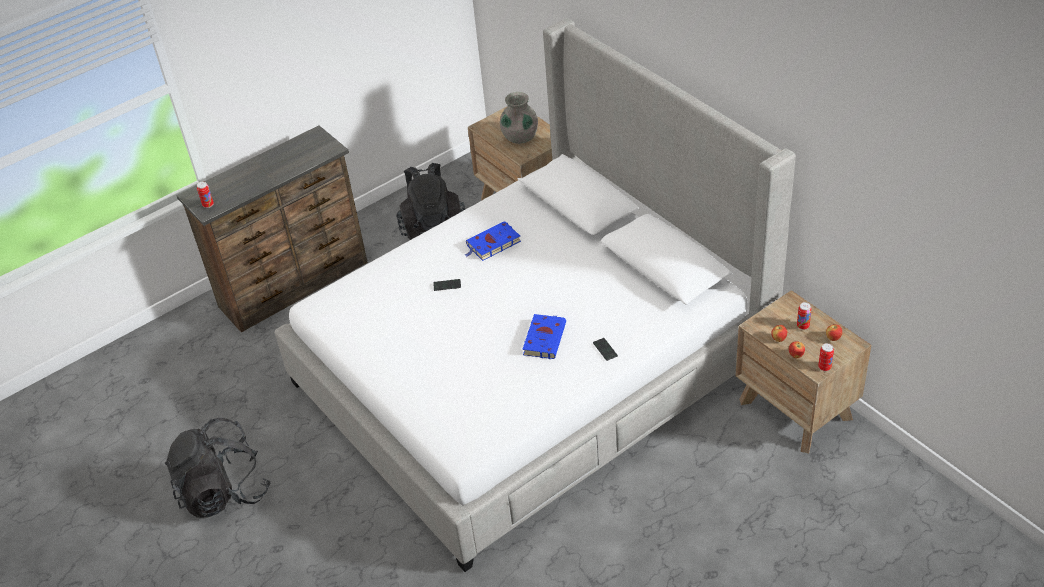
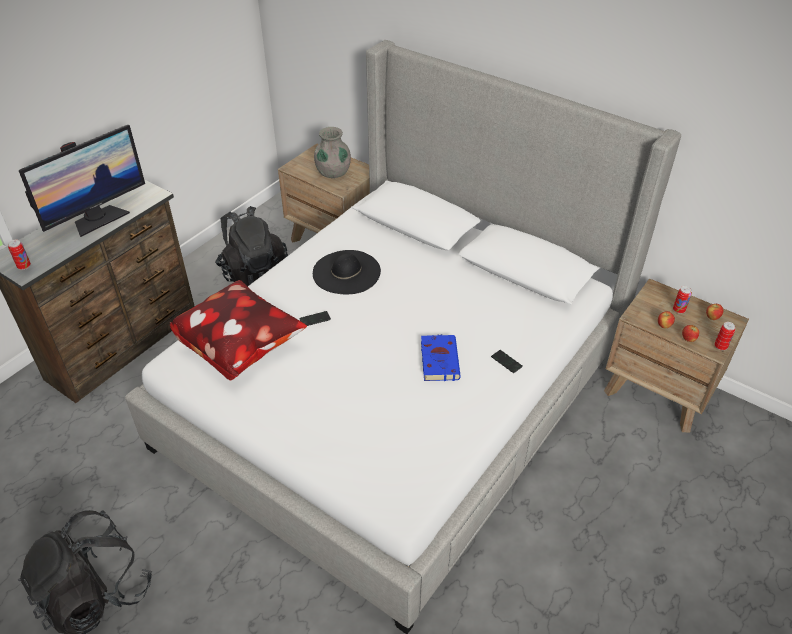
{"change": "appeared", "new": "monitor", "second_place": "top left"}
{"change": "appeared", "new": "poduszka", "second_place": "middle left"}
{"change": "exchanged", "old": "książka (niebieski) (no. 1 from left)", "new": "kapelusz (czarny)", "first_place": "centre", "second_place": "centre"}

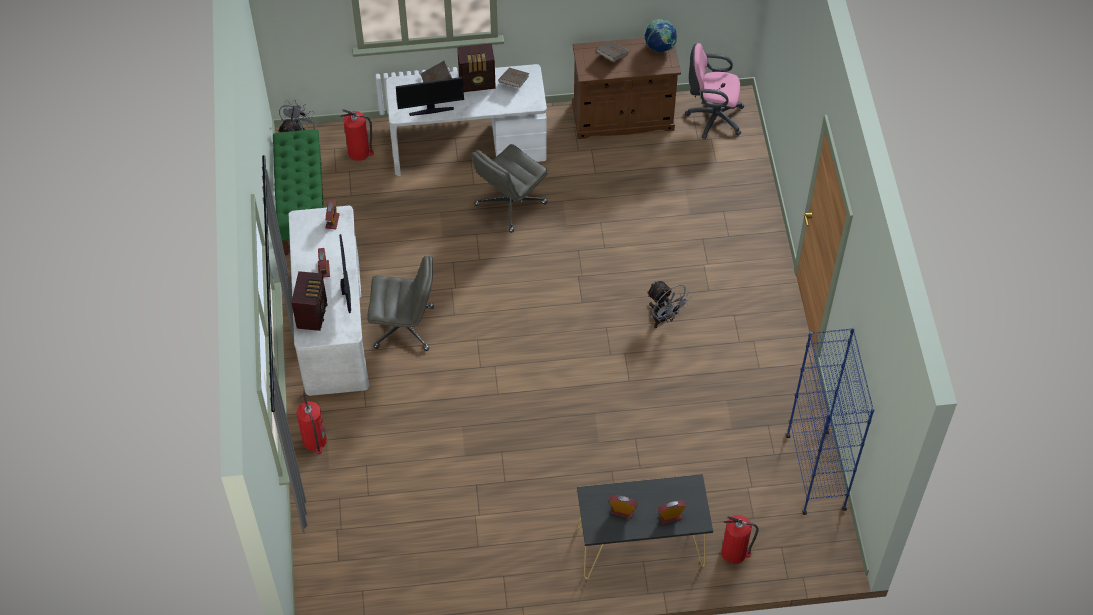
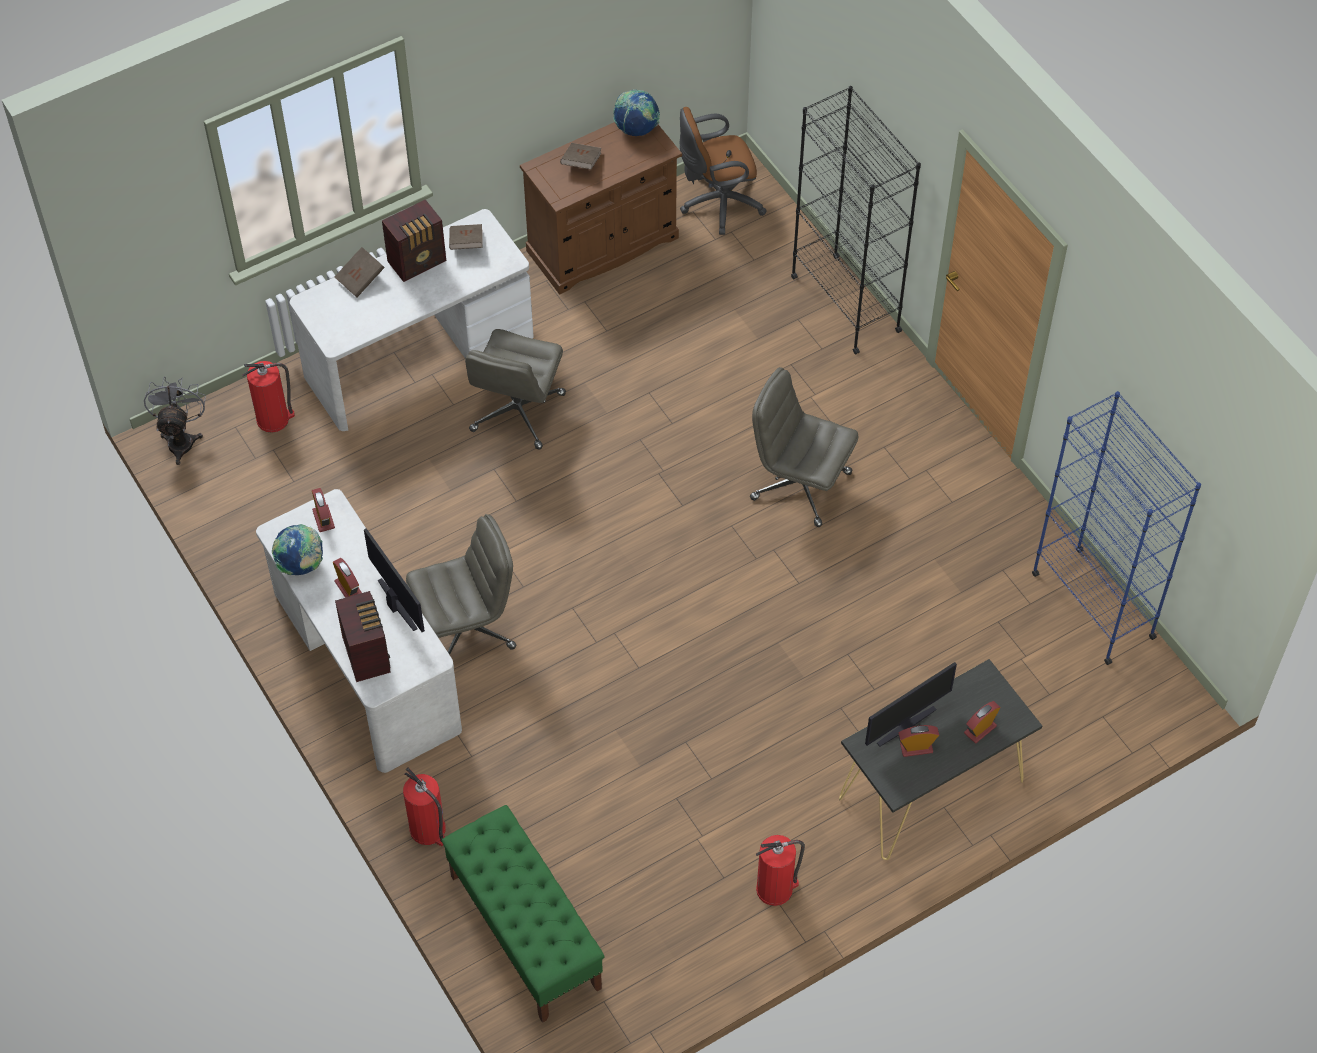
{"change": "appeared", "new": "globus (no. 1 from left)", "second_place": "middle left"}
{"change": "appeared", "new": "regał (czarny)", "second_place": "top centre"}
{"change": "relocated", "old": "ławka (zielony)", "first_place": "top left", "second_place": "bottom centre"}
{"change": "relocated", "old": "monitor (no. 2 from left)", "first_place": "top centre", "second_place": "bottom right"}
{"change": "relocated", "old": "gaśnica (no. 3 from left)", "first_place": "bottom right", "second_place": "bottom centre"}
{"change": "exchanged", "old": "wentylator (szary) (no. 2 from left)", "new": "krzesło biurowe (szary) (no. 3 from left)", "first_place": "centre", "second_place": "centre"}
{"change": "colour", "old": "krzesło biurowe (różowy)", "new": "krzesło biurowe (brązowy)", "first_place": "top centre", "second_place": "top centre"}

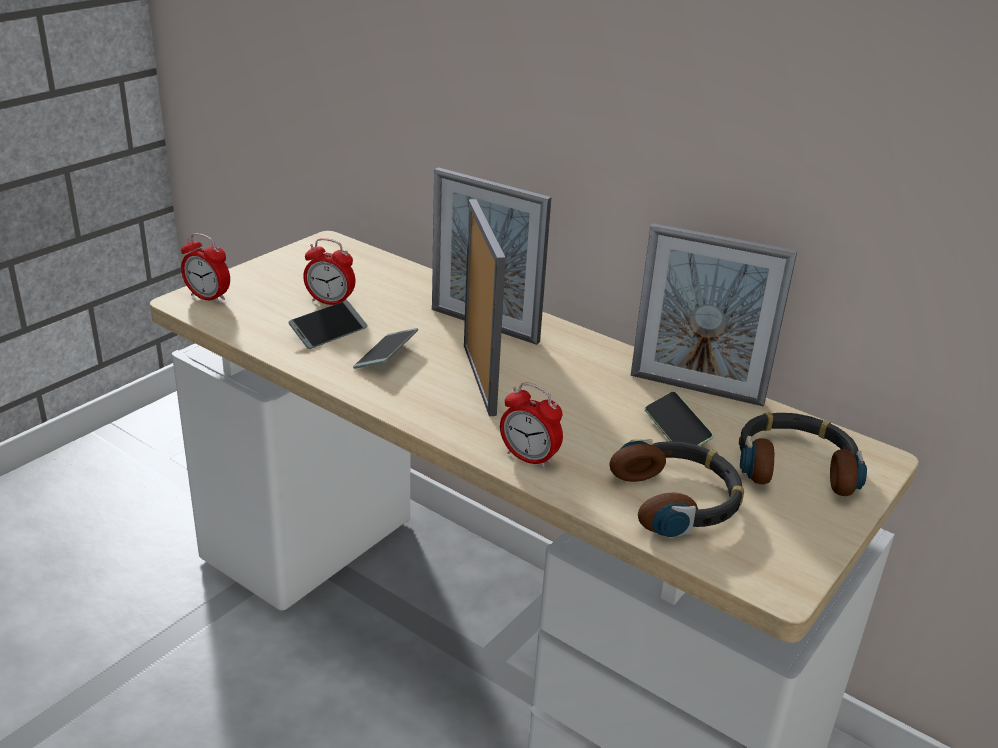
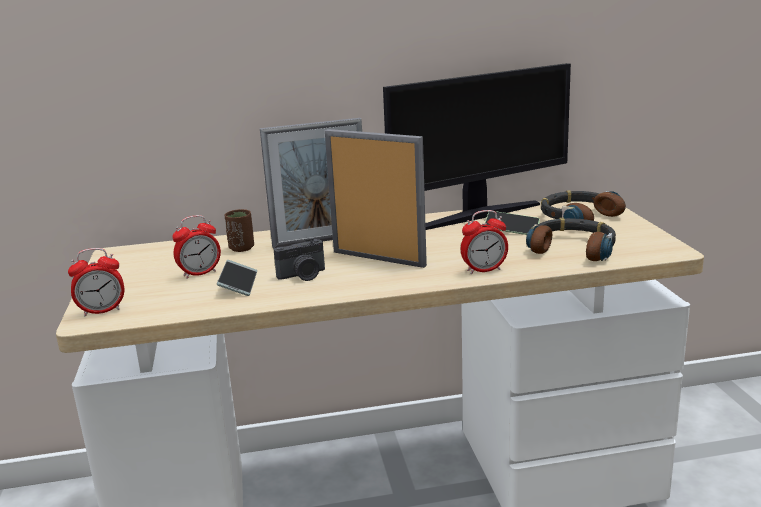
{"change": "appeared", "new": "filiżanka (brązowy)", "second_place": "middle left"}
{"change": "exchanged", "old": "telefon (no. 2 from left)", "new": "aparat fotograficzny", "first_place": "centre", "second_place": "centre"}
{"change": "exchanged", "old": "ramka na zdjęcie (no. 3 from left)", "new": "monitor", "first_place": "middle right", "second_place": "top centre"}

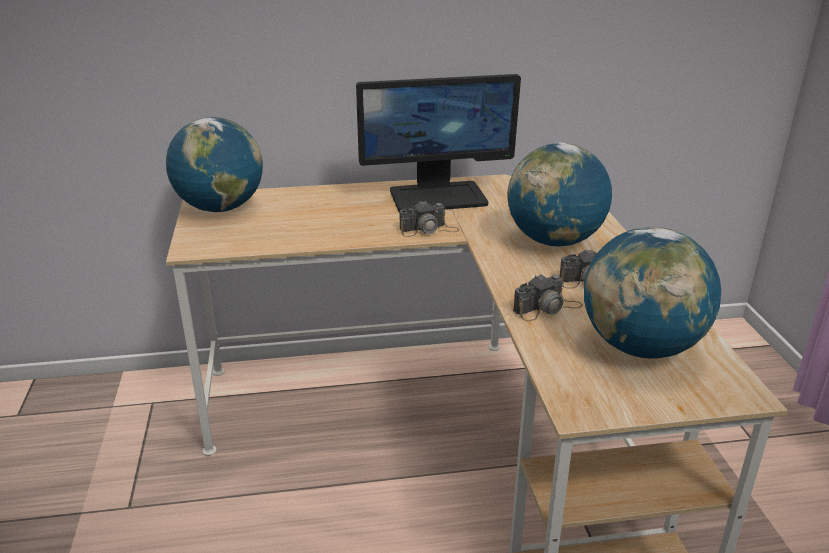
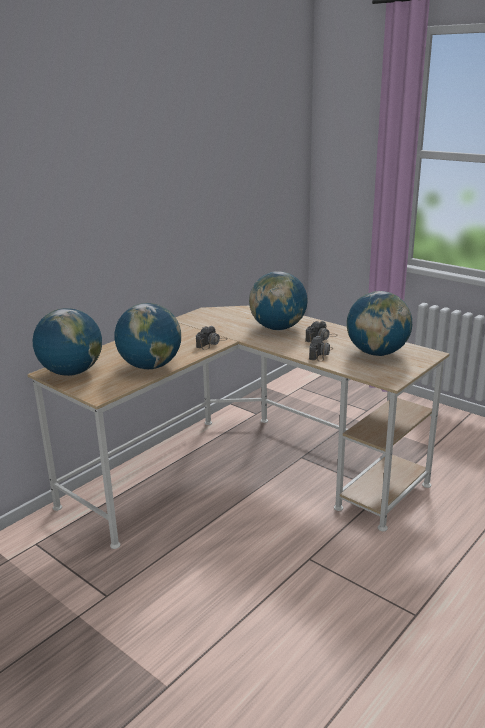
{"change": "missing", "old": "monitor", "first_place": "top centre"}
{"change": "appeared", "new": "globus (no. 2 from left)", "second_place": "middle left"}

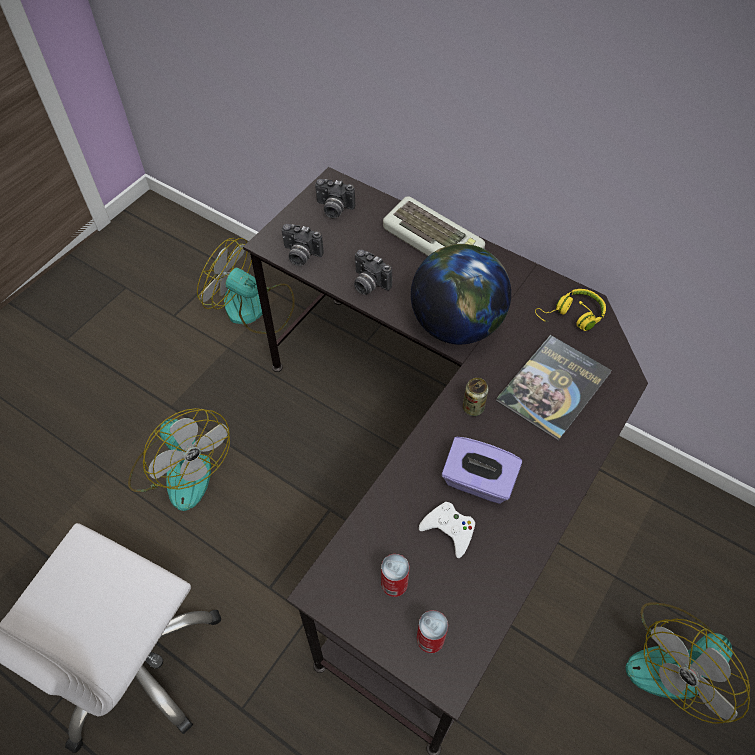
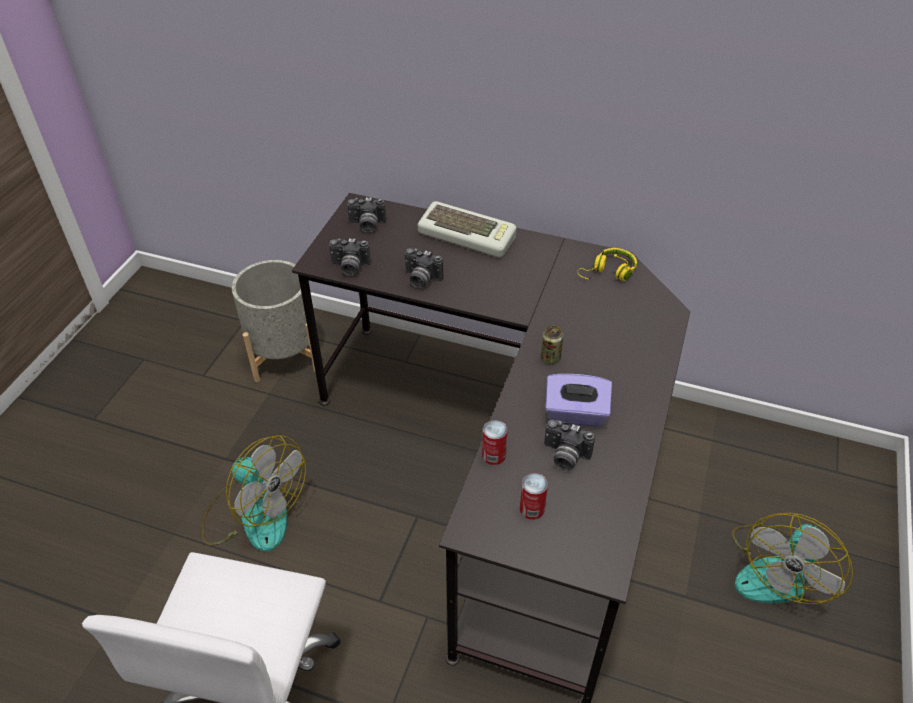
{"change": "missing", "old": "globus", "first_place": "centre"}
{"change": "missing", "old": "książka", "first_place": "middle right"}
{"change": "relocated", "old": "puszka (no. 2 from left in the first image)", "new": "puszka (no. 1 from left)", "first_place": "bottom centre", "second_place": "centre"}
{"change": "exchanged", "old": "wentylator (no. 2 from left)", "new": "donica (szary)", "first_place": "middle left", "second_place": "middle left"}
{"change": "exchanged", "old": "pad do gier (biały)", "new": "aparat fotograficzny (no. 4 from left)", "first_place": "bottom centre", "second_place": "centre"}

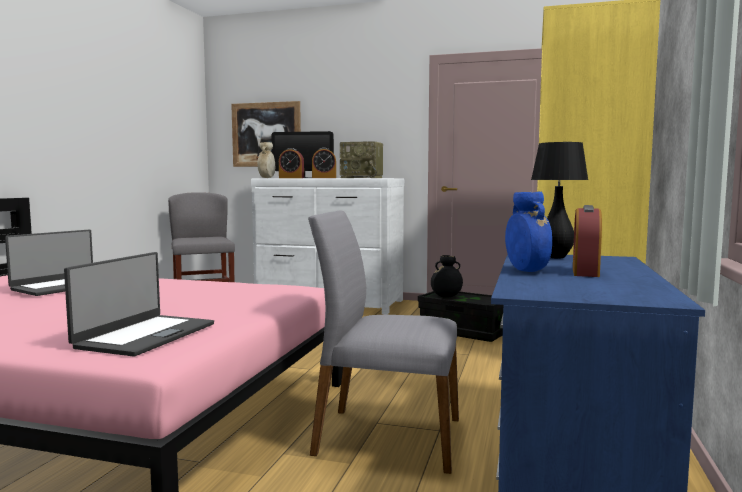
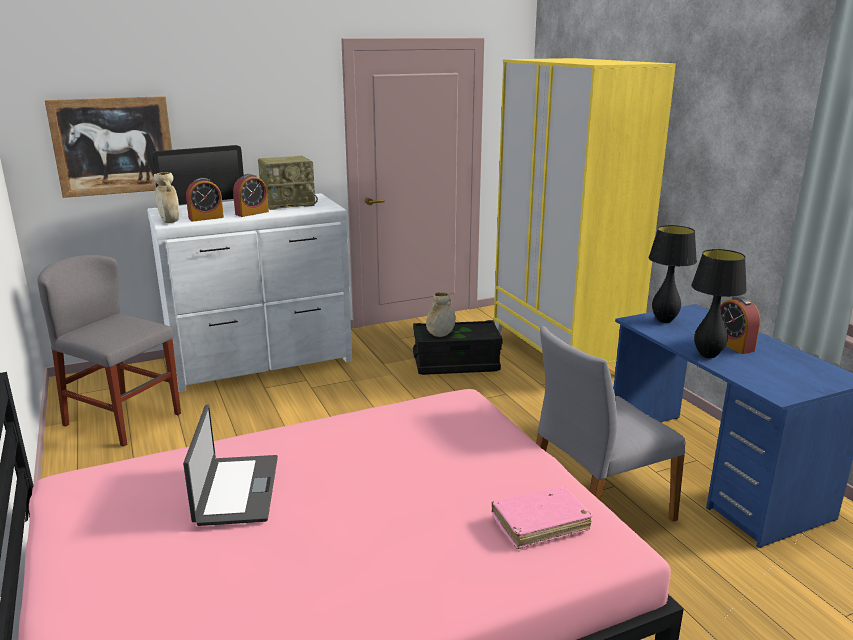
{"change": "exchanged", "old": "laptop (no. 2 from left)", "new": "książka (różowy)", "first_place": "middle left", "second_place": "bottom centre"}
{"change": "exchanged", "old": "wazon (niebieski)", "new": "lampa stołowa (czarny) (no. 2 from left)", "first_place": "middle right", "second_place": "middle right"}
{"change": "colour", "old": "wazon (czarny)", "new": "wazon (beżowy) (no. 2 from left)", "first_place": "centre", "second_place": "centre"}

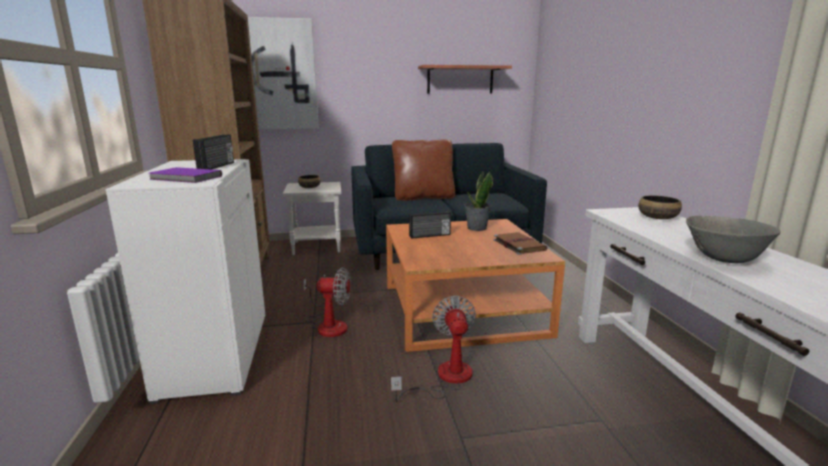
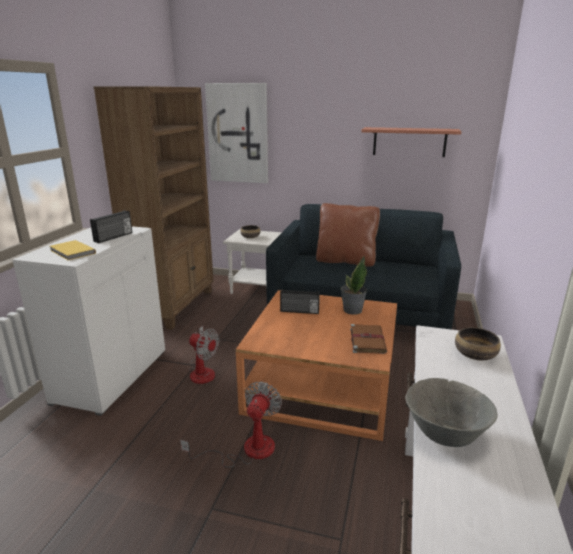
{"change": "colour", "old": "książka (fioletowy)", "new": "książka (żółty)", "first_place": "middle left", "second_place": "middle left"}

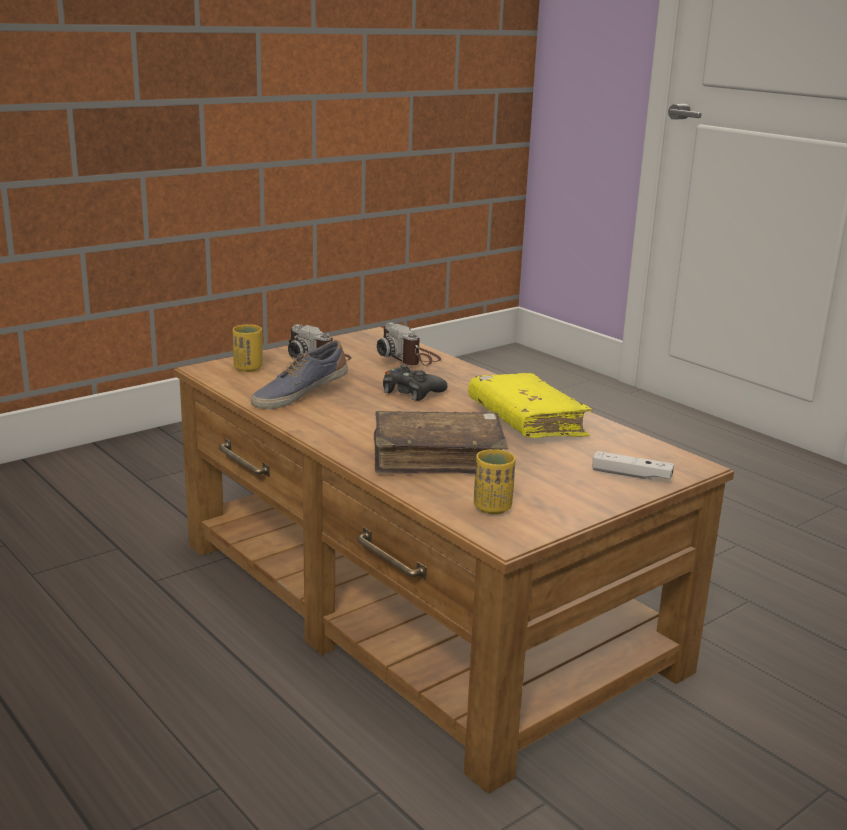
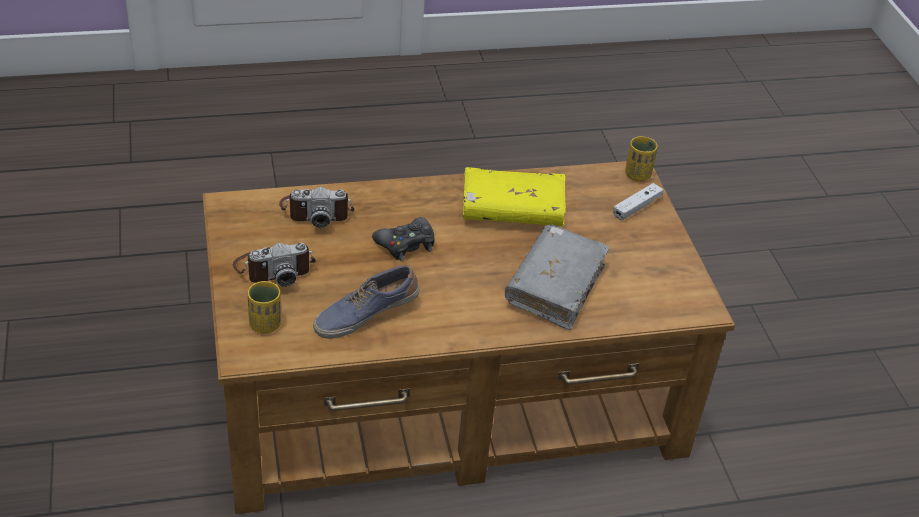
{"change": "relocated", "old": "filiżanka (żółty) (no. 2 from left)", "first_place": "centre", "second_place": "top right"}
{"change": "colour", "old": "książka (brązowy)", "new": "książka (szary)", "first_place": "centre", "second_place": "centre"}
{"change": "spun", "old": "but", "first_place": "centre", "second_place": "centre", "degrees": 75}

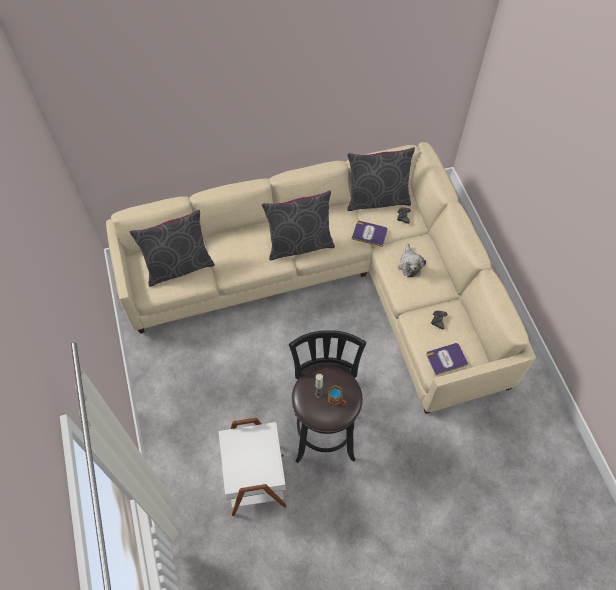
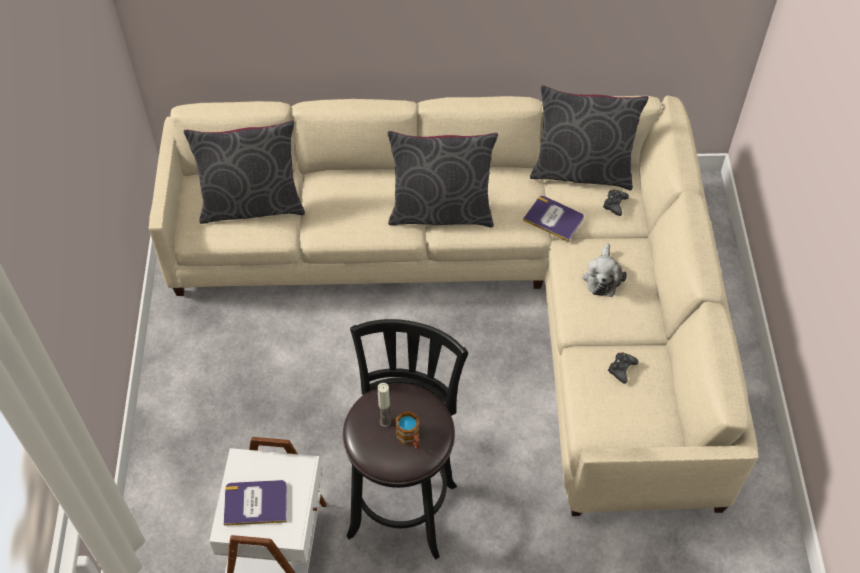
{"change": "relocated", "old": "książka (no. 2 from left in the first image)", "new": "książka (no. 1 from left)", "first_place": "middle right", "second_place": "bottom left"}

